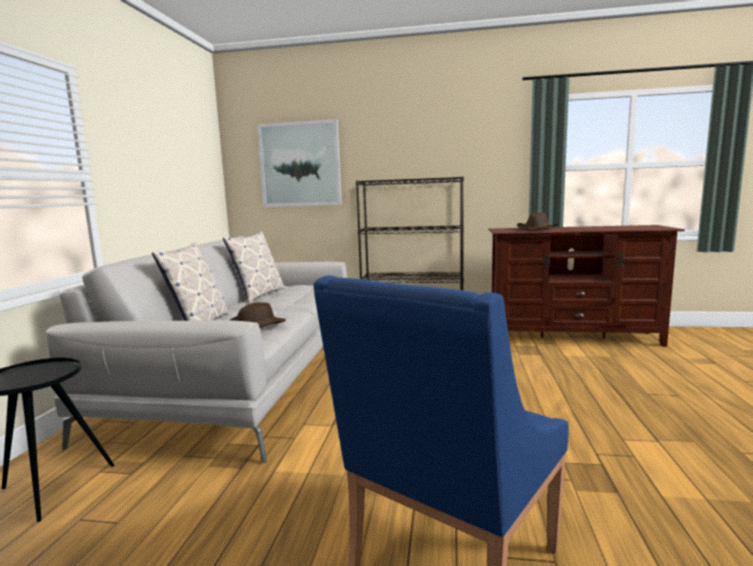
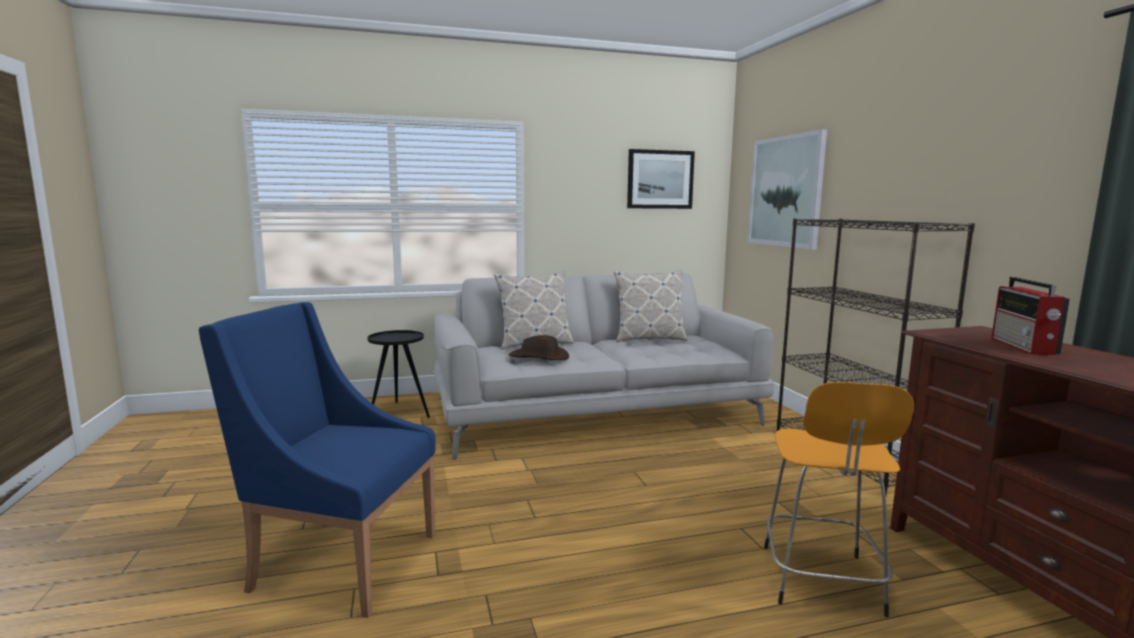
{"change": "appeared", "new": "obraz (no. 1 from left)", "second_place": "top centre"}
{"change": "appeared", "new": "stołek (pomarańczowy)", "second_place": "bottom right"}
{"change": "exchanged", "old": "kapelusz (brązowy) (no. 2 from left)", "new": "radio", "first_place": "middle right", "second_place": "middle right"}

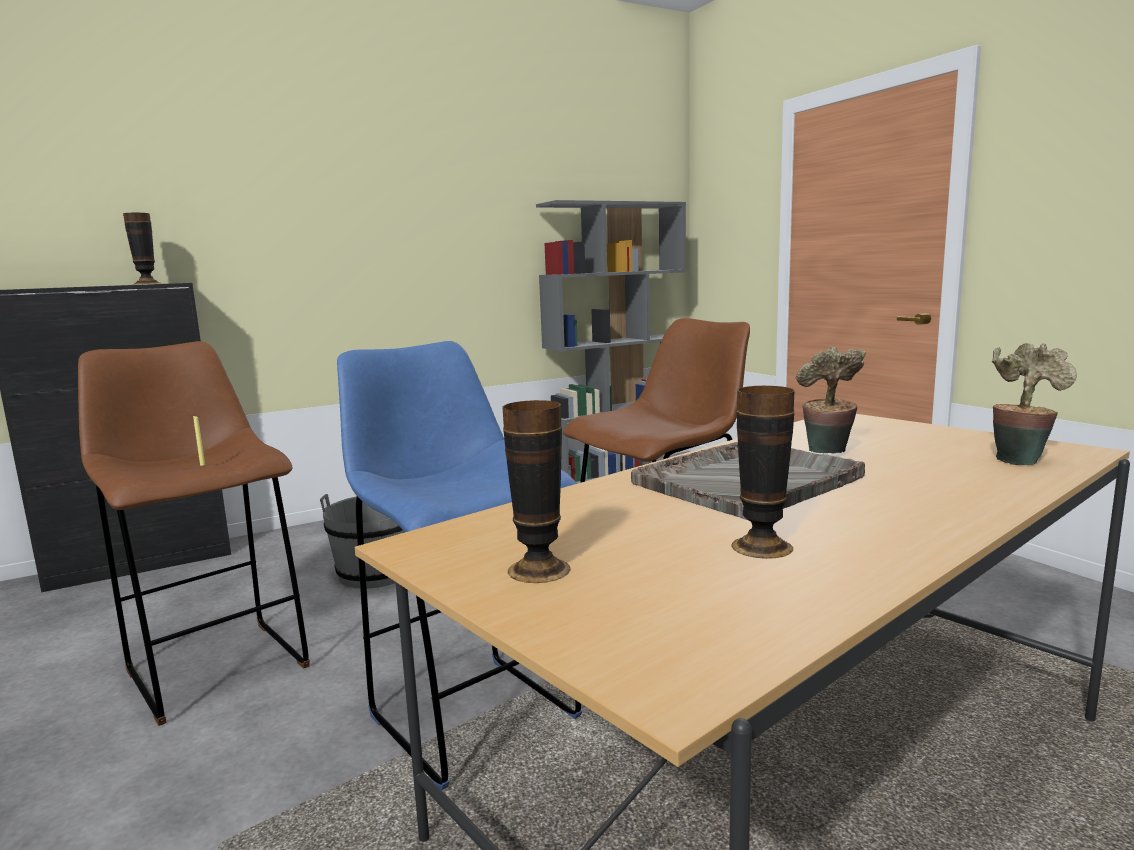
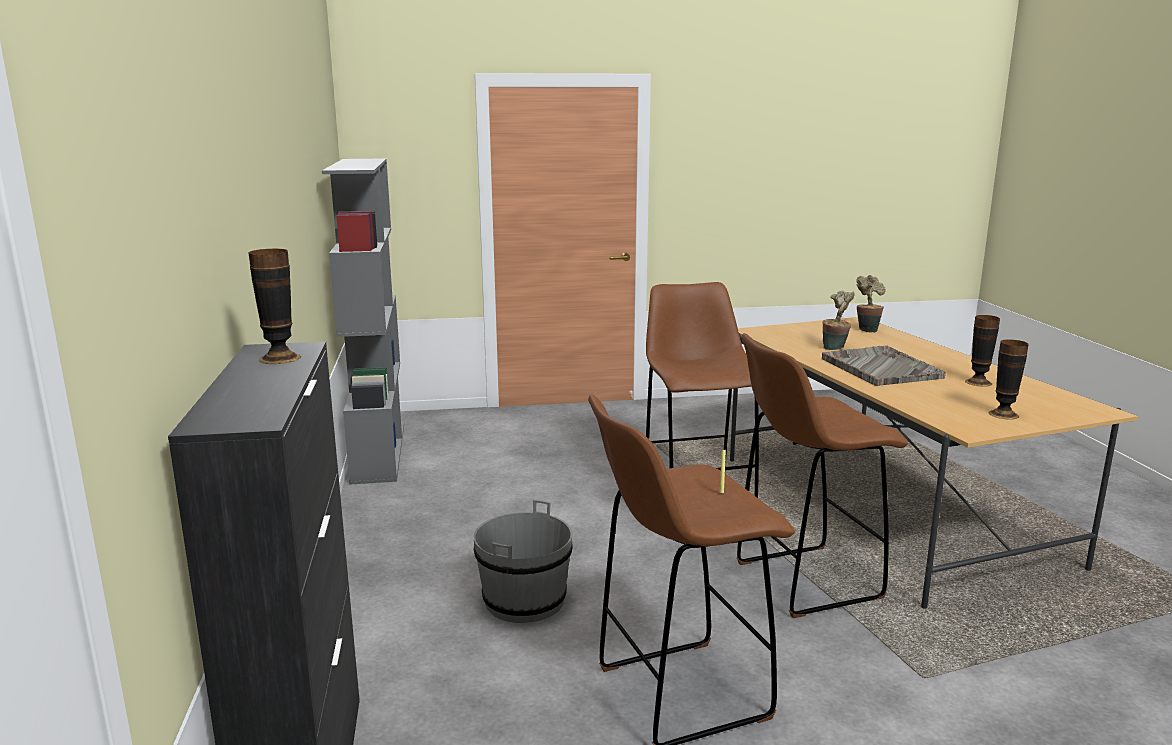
{"change": "colour", "old": "stołek (niebieski)", "new": "stołek (brązowy) (no. 3 from left)", "first_place": "centre", "second_place": "middle right"}

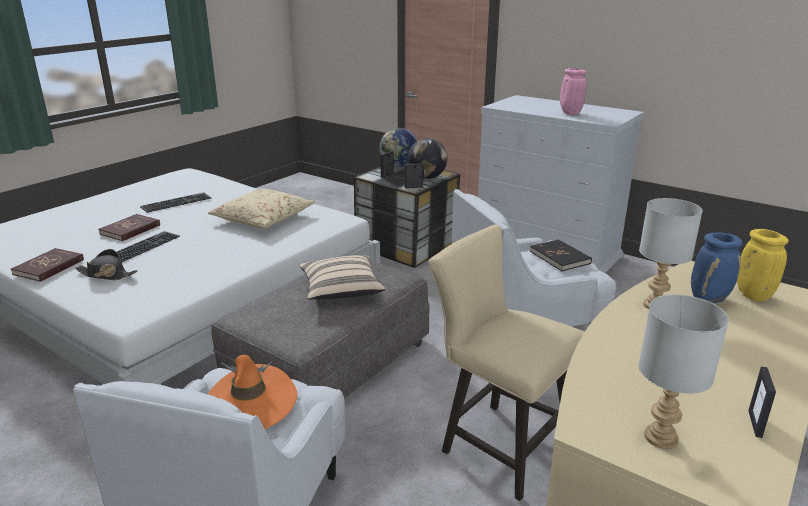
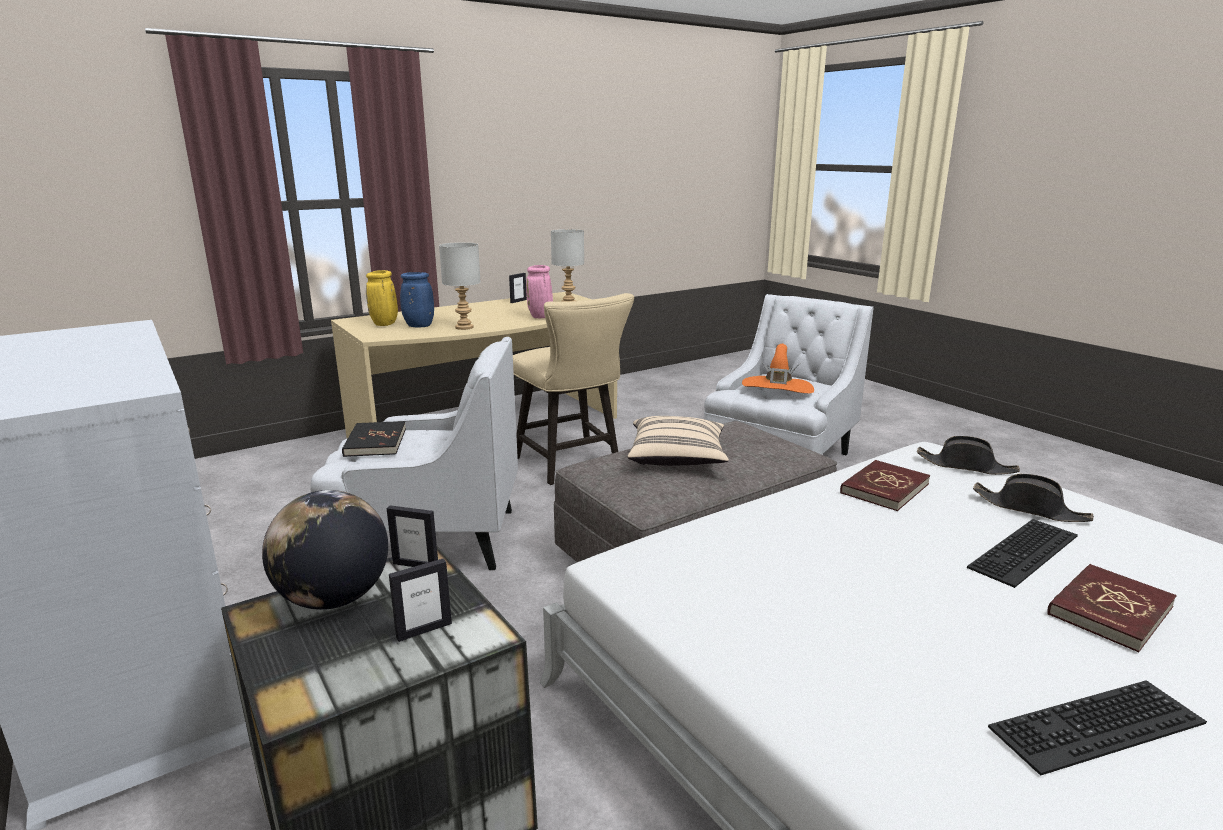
{"change": "missing", "old": "poduszka (beżowy) (no. 1 from left)", "first_place": "middle left"}
{"change": "missing", "old": "globus (no. 1 from left)", "first_place": "top centre"}
{"change": "appeared", "new": "kapelusz (czarny) (no. 1 from left)", "second_place": "middle right"}
{"change": "relocated", "old": "książka (czerwony) (no. 1 from left)", "first_place": "middle left", "second_place": "middle right"}
{"change": "relocated", "old": "wazon (różowy)", "first_place": "top right", "second_place": "centre"}

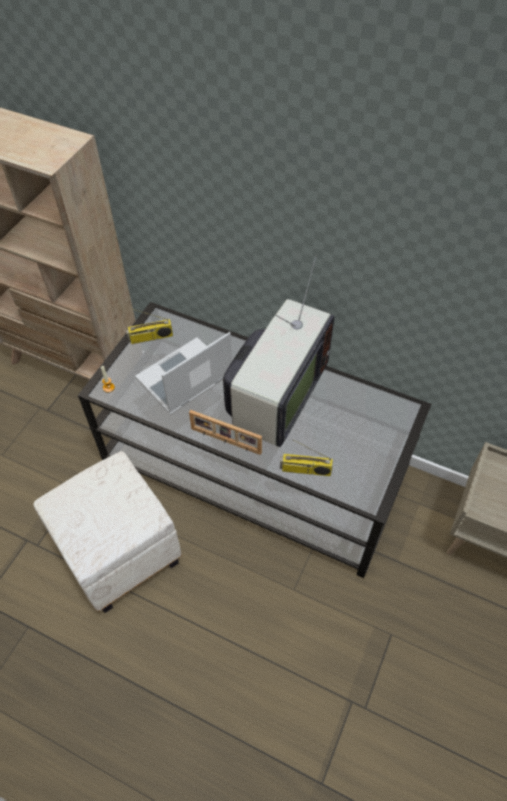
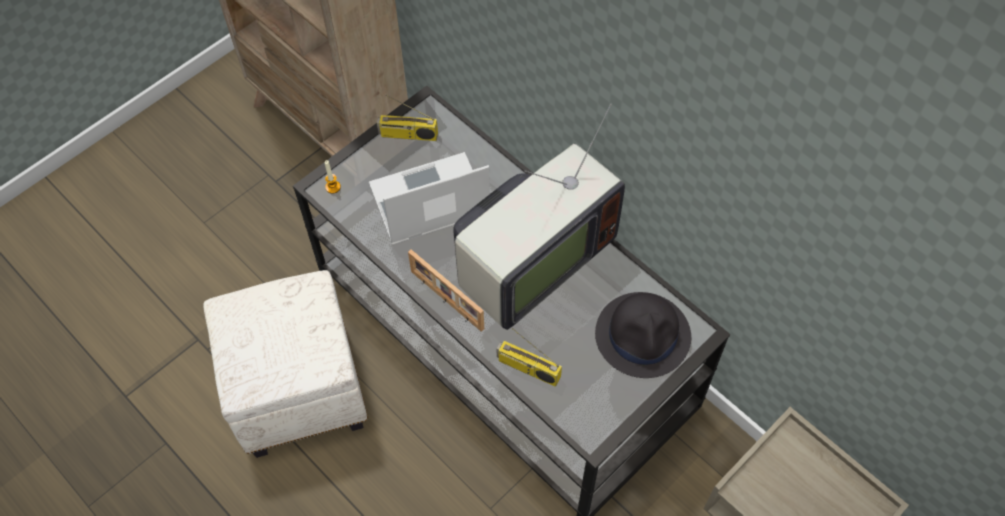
{"change": "appeared", "new": "kapelusz (czarny)", "second_place": "centre"}

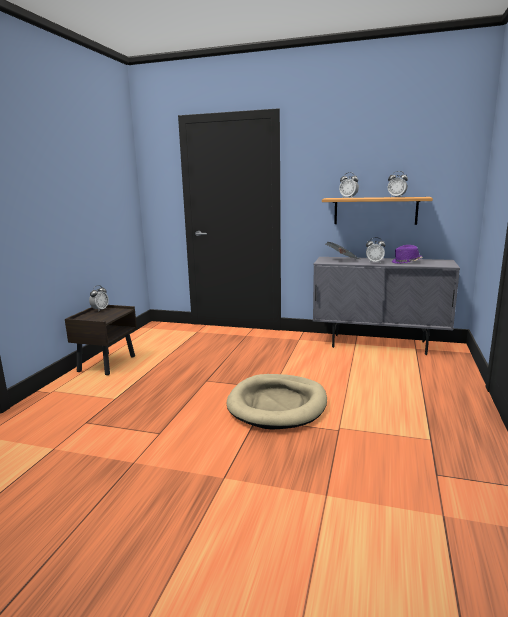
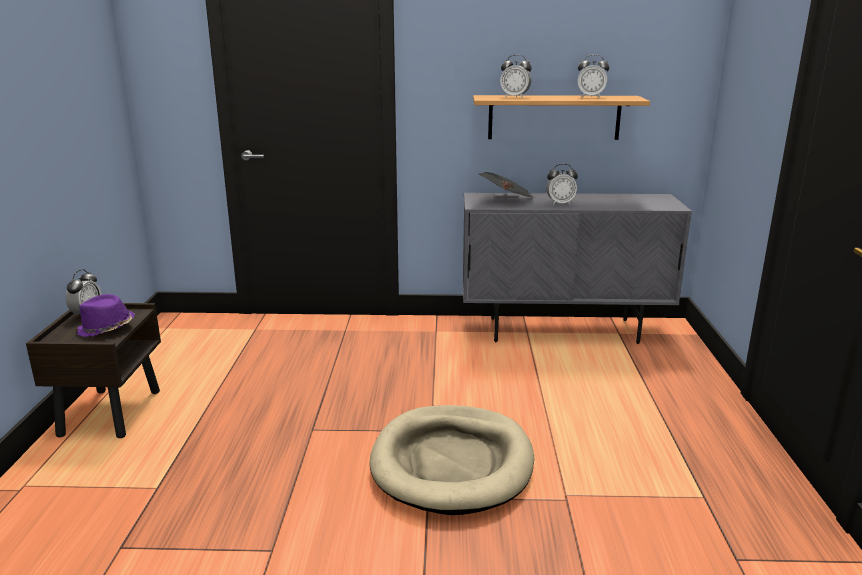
{"change": "relocated", "old": "kapelusz (fioletowy)", "first_place": "middle right", "second_place": "middle left"}

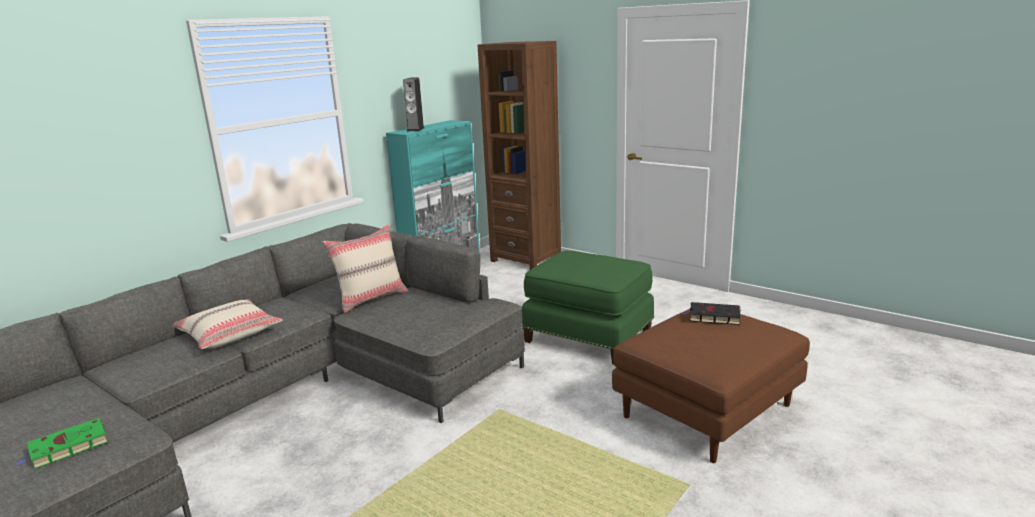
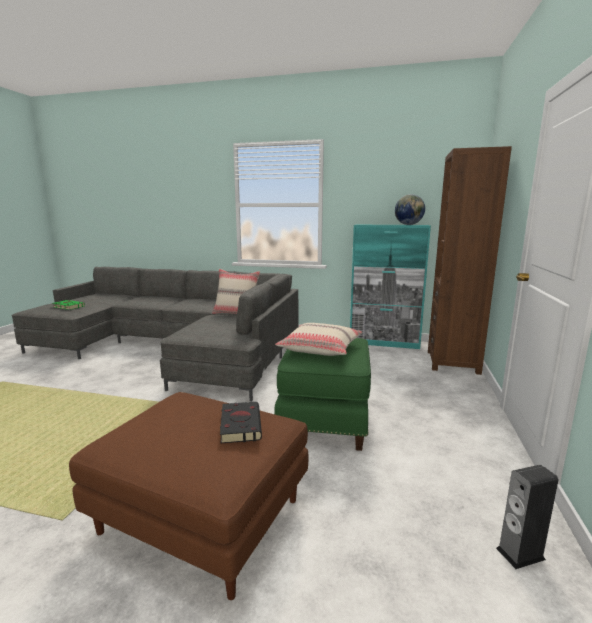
{"change": "appeared", "new": "globus", "second_place": "middle right"}
{"change": "relocated", "old": "poduszka (beżowy) (no. 1 from left in the first image)", "new": "poduszka (beżowy) (no. 2 from left)", "first_place": "middle left", "second_place": "centre"}
{"change": "relocated", "old": "głośnik", "first_place": "top centre", "second_place": "bottom right"}

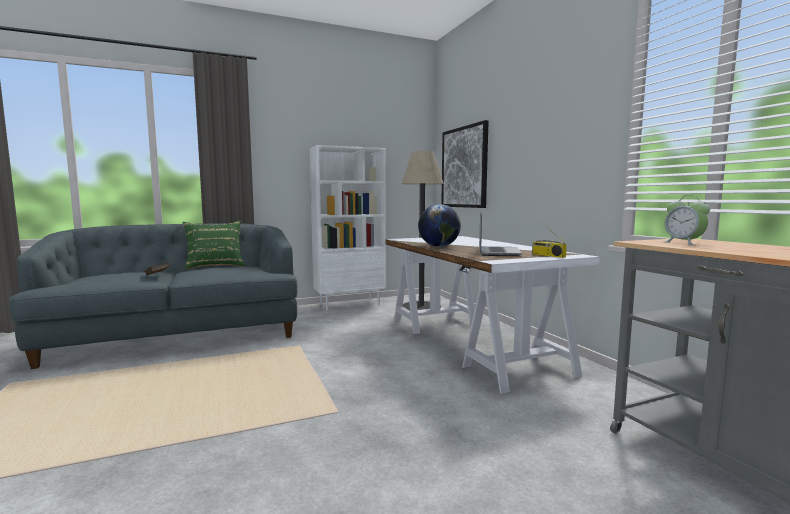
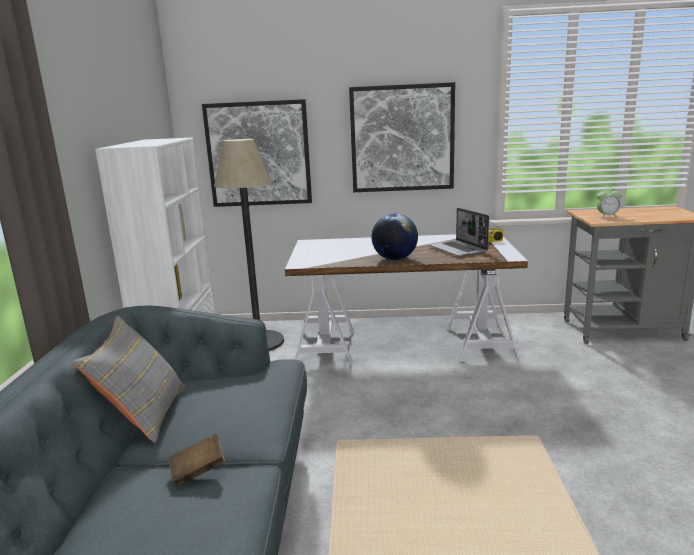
{"change": "appeared", "new": "obraz (no. 2 from left)", "second_place": "top centre"}
{"change": "colour", "old": "poduszka (zielony)", "new": "poduszka (szary)", "first_place": "middle left", "second_place": "bottom left"}
{"change": "spun", "old": "laptop", "first_place": "centre", "second_place": "centre", "degrees": -150}

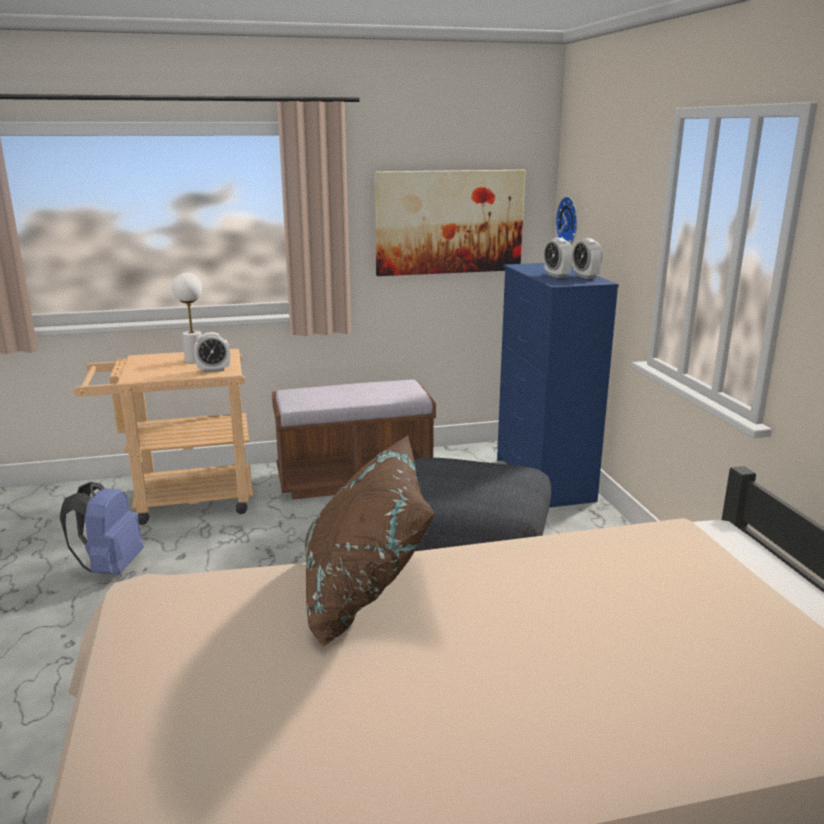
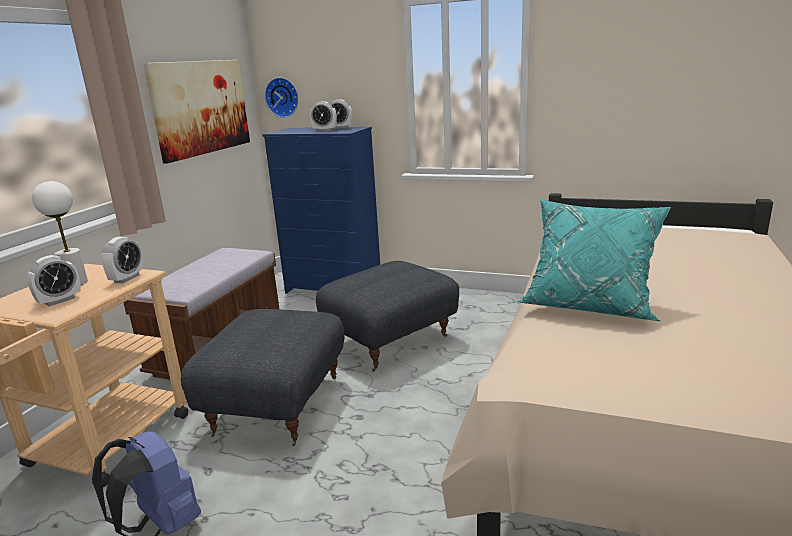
{"change": "appeared", "new": "budzik (no. 1 from left)", "second_place": "middle left"}
{"change": "appeared", "new": "pufa (szary) (no. 1 from left)", "second_place": "bottom left"}
{"change": "colour", "old": "poduszka (brązowy)", "new": "poduszka (turkusowy)", "first_place": "centre", "second_place": "middle right"}

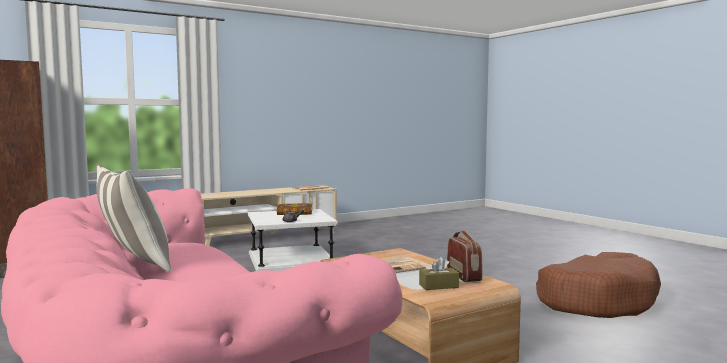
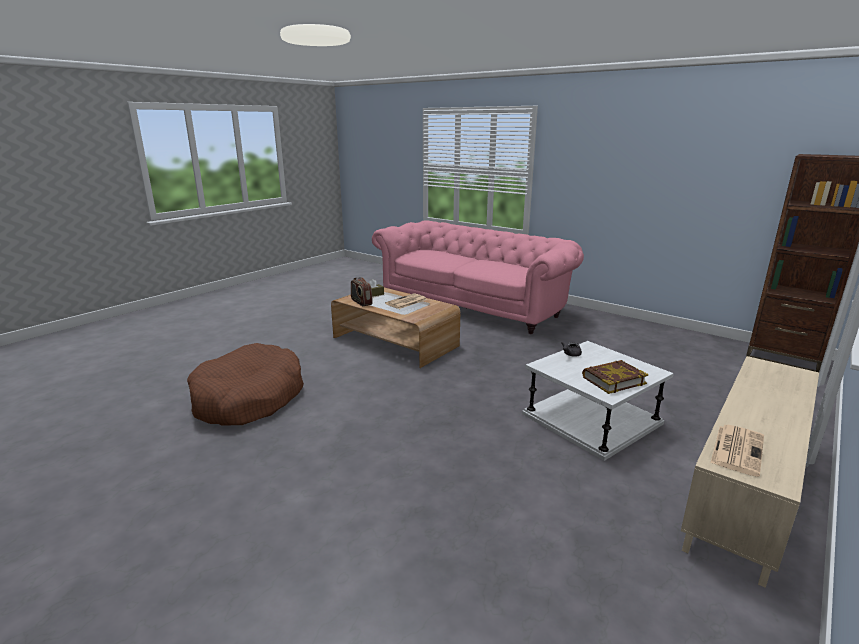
{"change": "missing", "old": "poduszka", "first_place": "middle left"}

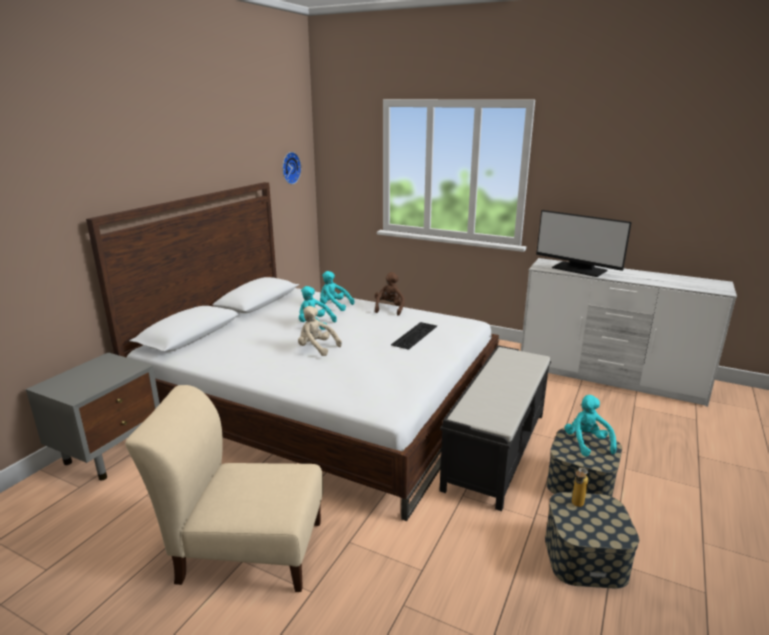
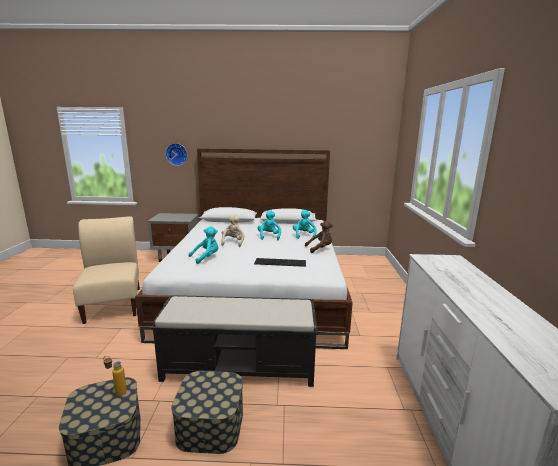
{"change": "missing", "old": "monitor", "first_place": "middle right"}
{"change": "relocated", "old": "zegar ścienny", "first_place": "top centre", "second_place": "top left"}
{"change": "relocated", "old": "pluszak (turkusowy) (no. 3 from left in the first image)", "new": "pluszak (turkusowy) (no. 1 from left)", "first_place": "bottom right", "second_place": "centre"}

